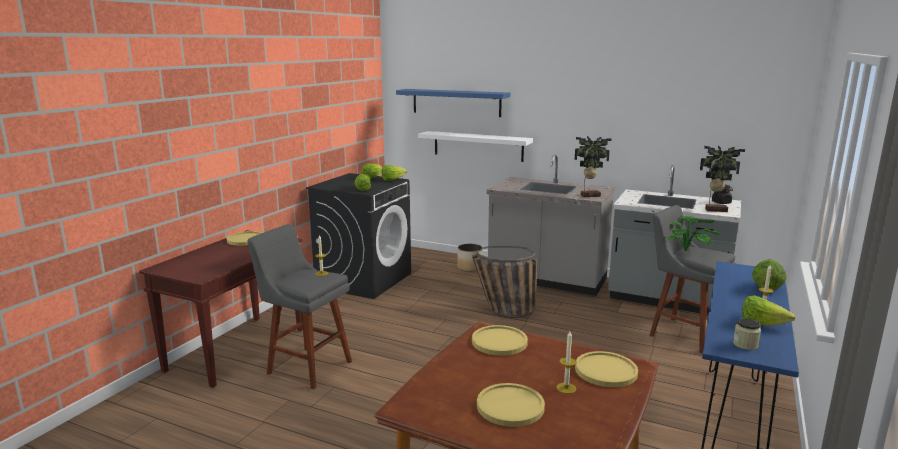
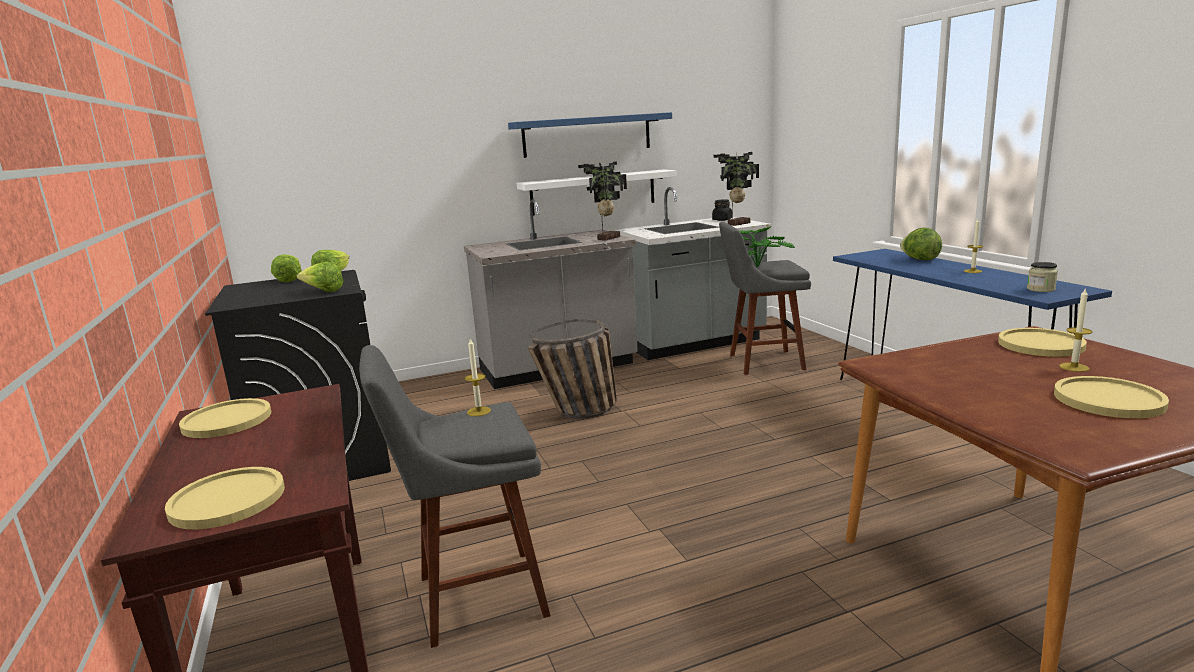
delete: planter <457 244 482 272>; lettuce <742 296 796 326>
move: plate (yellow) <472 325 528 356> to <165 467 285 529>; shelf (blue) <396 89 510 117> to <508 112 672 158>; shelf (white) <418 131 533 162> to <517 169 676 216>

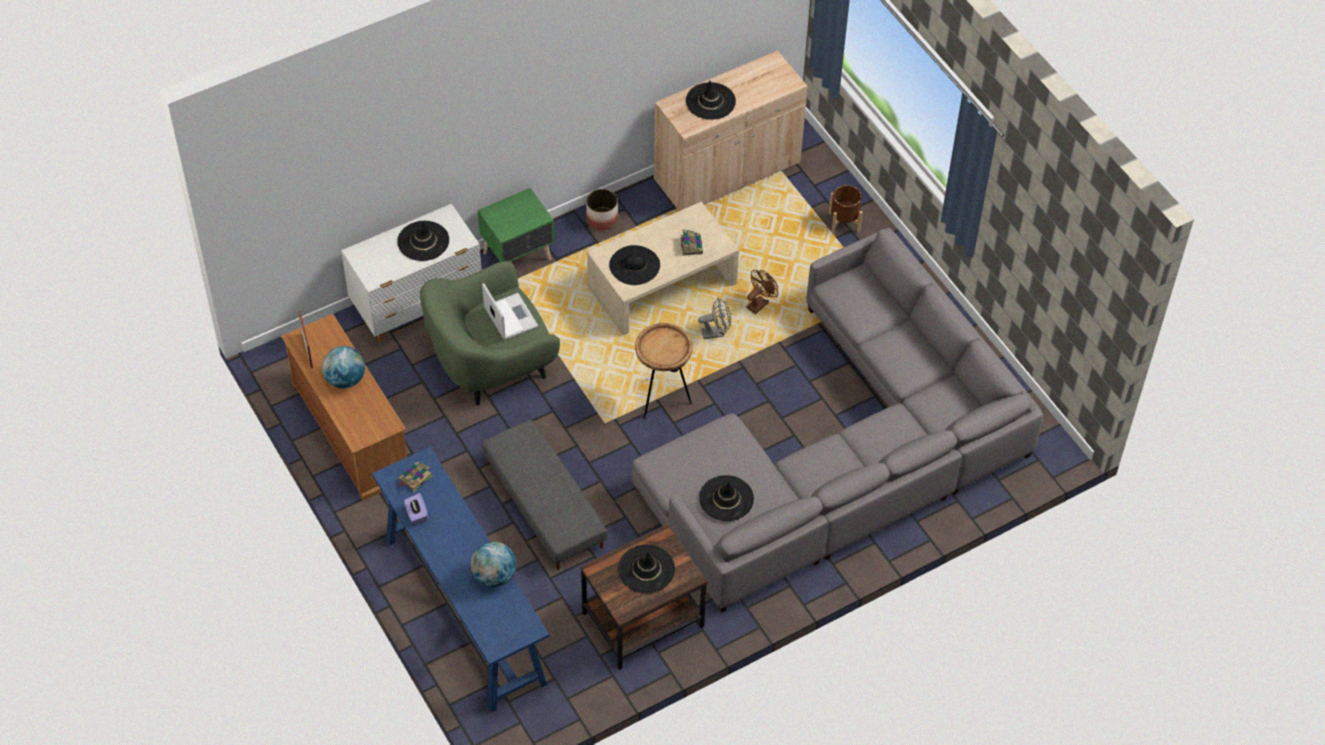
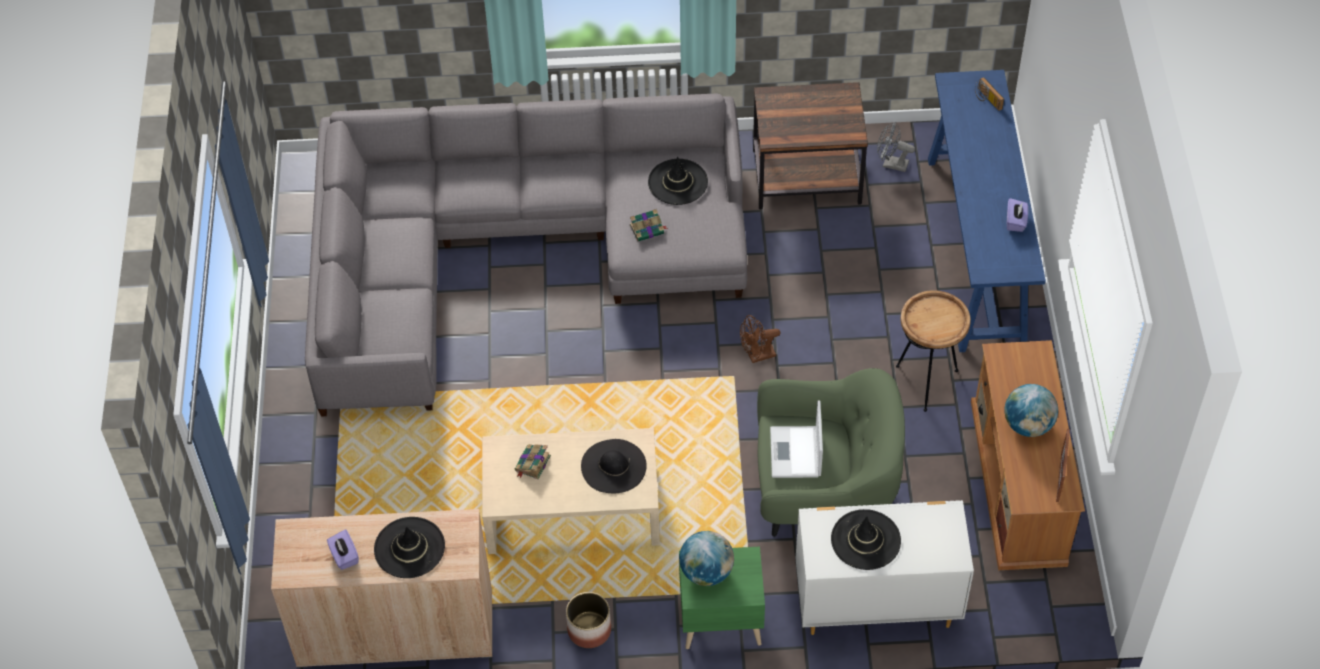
delete: ottoman (grey) <482 420 607 570>; hat (black) <618 544 675 593>; planter (brown) <829 185 862 234>
insert: tissue box (purple) <327 529 359 570>; radio <975 77 1004 111>
move: book <398 462 433 492> to <630 209 668 242>; globe <471 542 517 587> to <679 531 734 586>; fan (brown) <746 270 778 314> to <740 315 780 363>; fan (grey) <698 298 731 339> to <877 122 915 172>; side table (brown) <635 323 693 419> to <896 290 971 412>

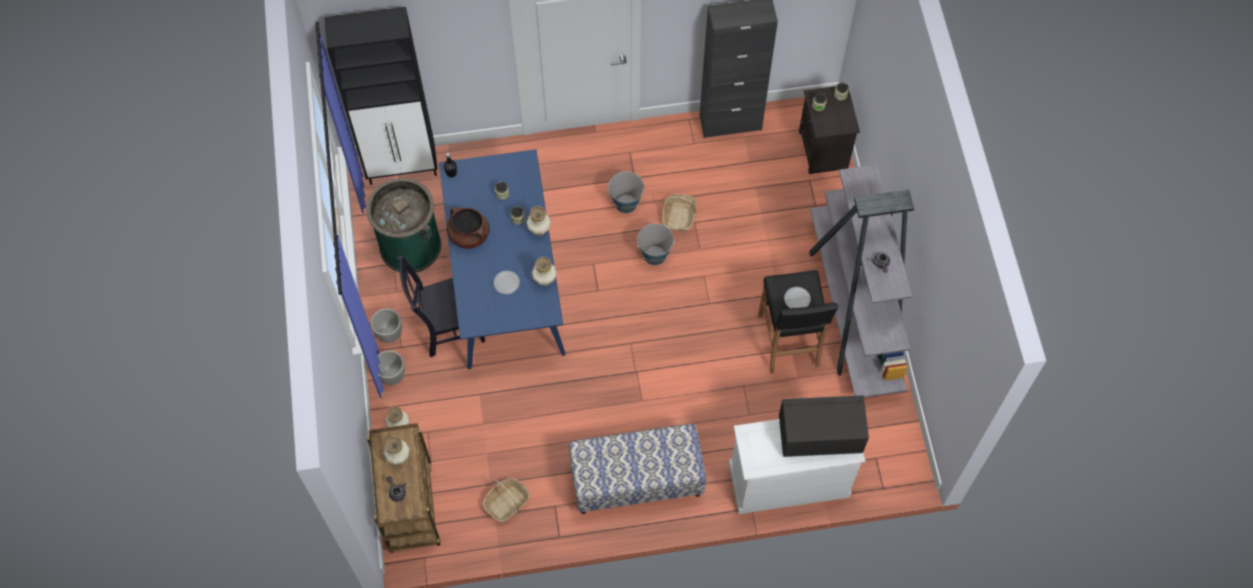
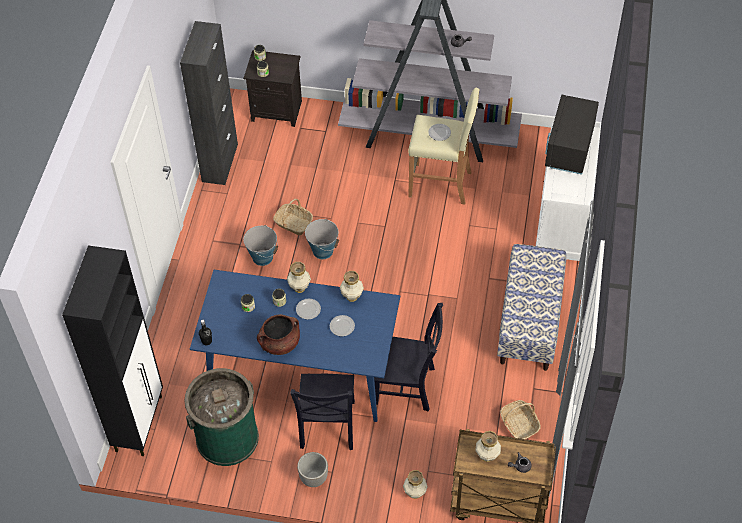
delete: planter <378 350 405 385>
insert: plate <296 299 321 319>; chair (black) <374 303 443 411>
recolor: stool (black) <758 270 838 374> to stool (beige) <408 88 480 205>

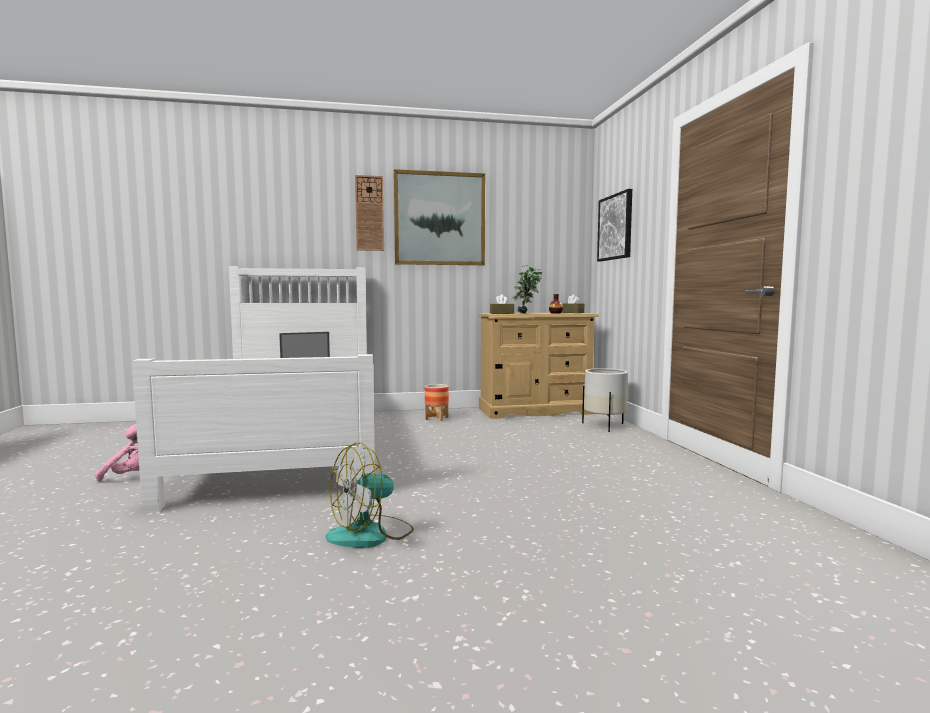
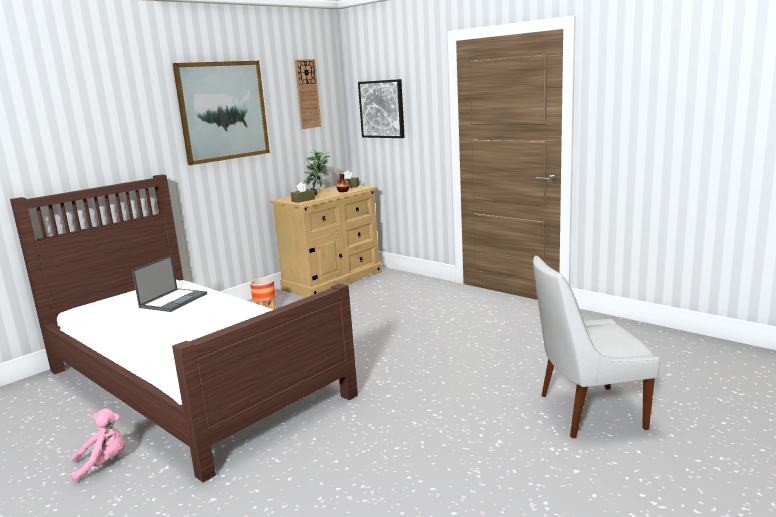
delete: fan <326 442 414 548>; planter (white) <582 368 628 432>
insert: chair (white) <533 255 660 438>
move: wall clock <355 175 384 251> to <295 59 321 129>
recolor: bed (white) <132 266 375 513> to bed (brown) <10 174 358 482>

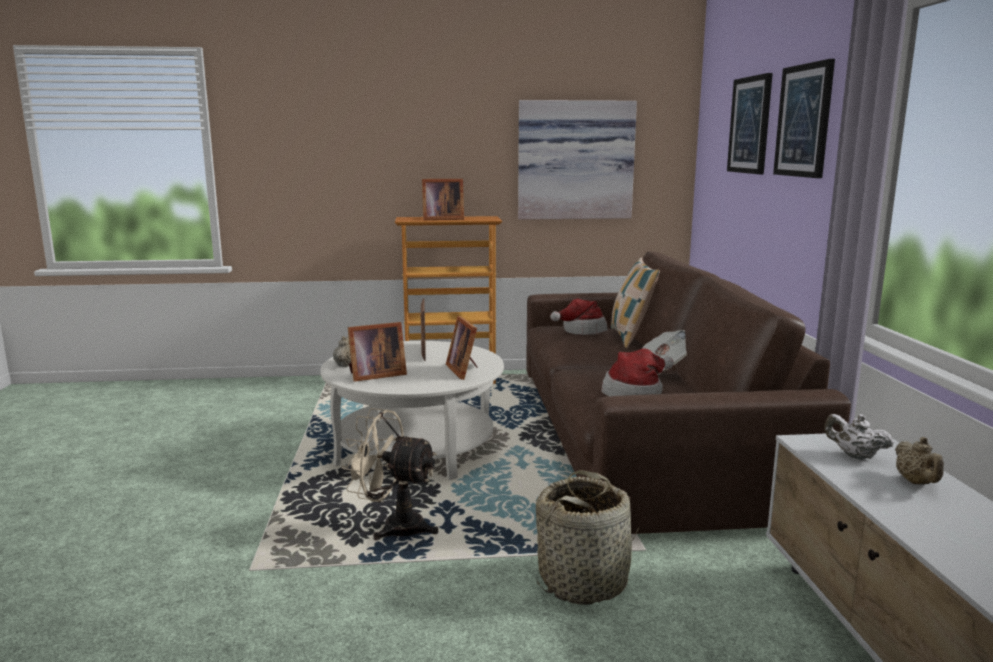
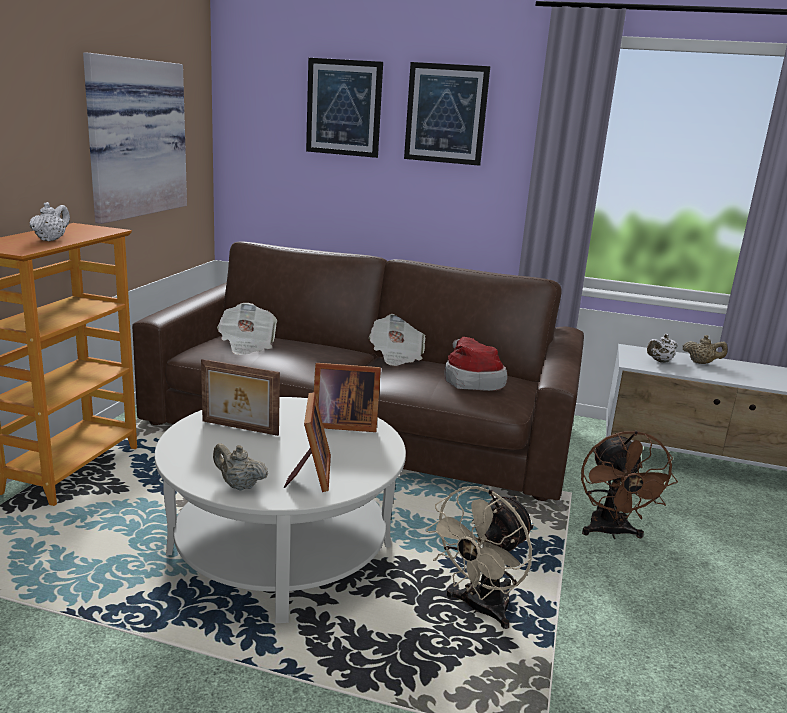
delete: pillow <611 257 660 348>
replace: picture frame <422 179 464 220> to teapot (white) <30 202 70 241>; hat <550 298 607 335> to newspaper <217 303 277 355>; basket <536 470 639 605> to fan (brown) <581 430 678 539>

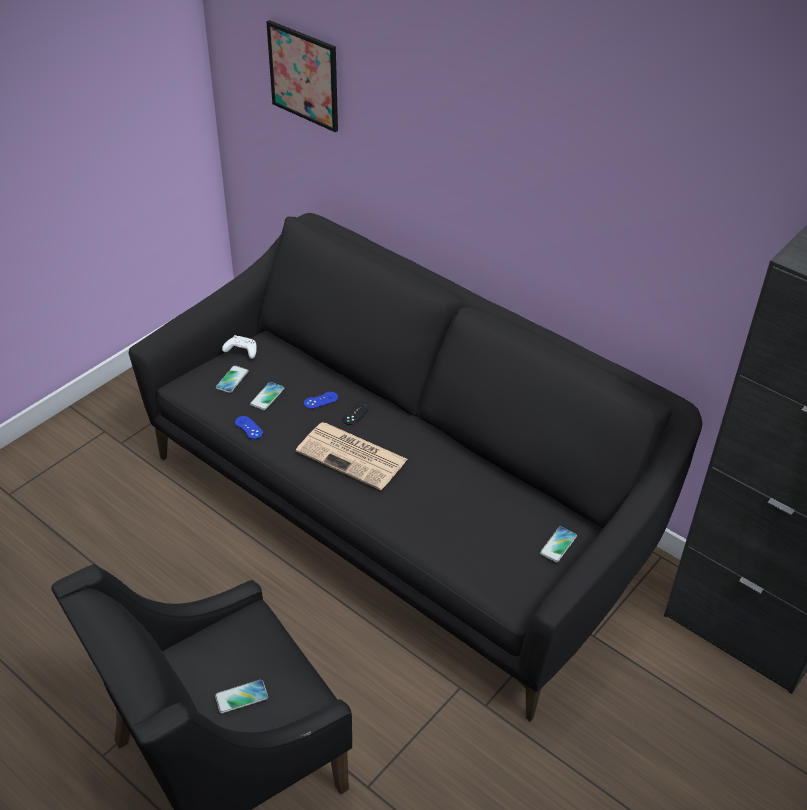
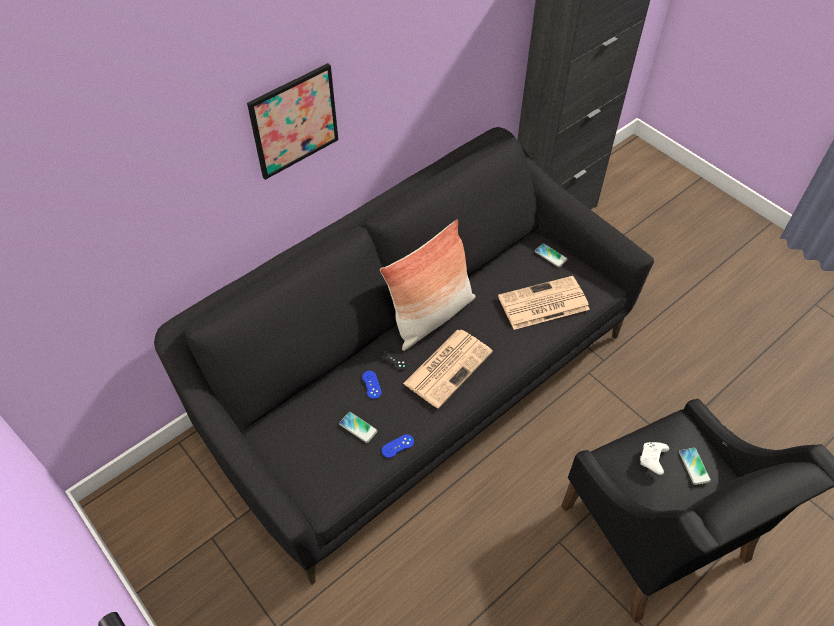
delete: phone <216 365 249 393>
insert: pillow <380 219 476 351>; newspaper <498 276 590 330>
move: picture <266 20 338 132> to <247 63 338 180>; game controller (white) <222 335 257 359> to <640 442 669 475>

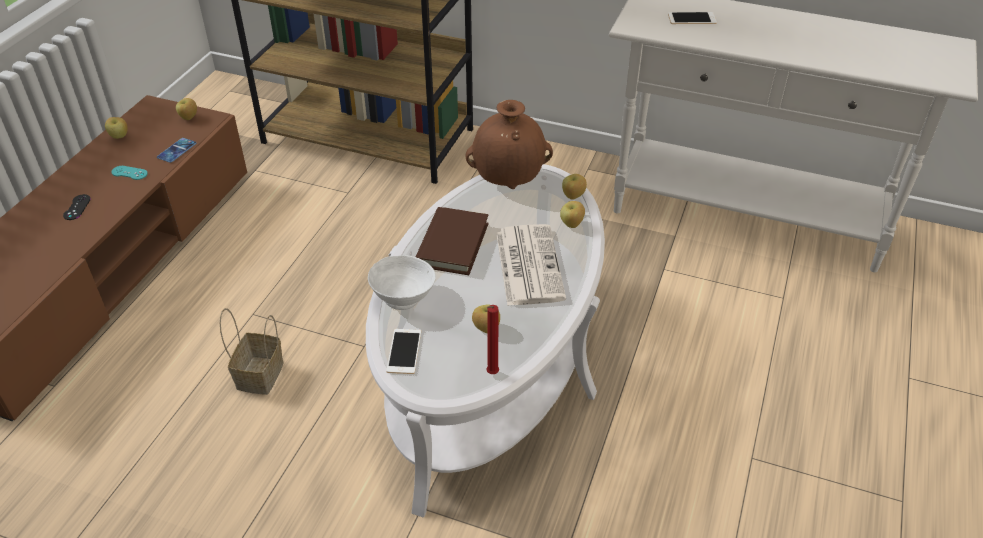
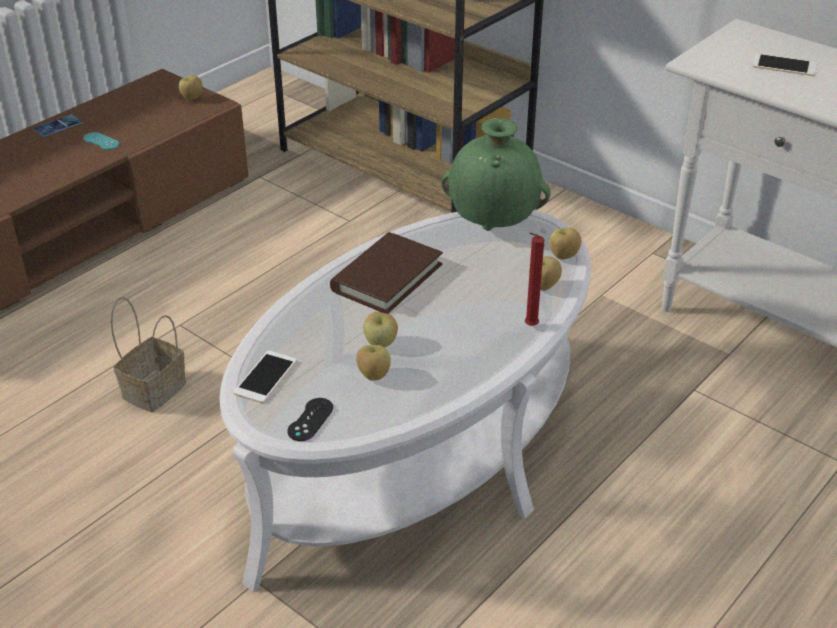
delete: bowl (white) <368 255 436 310>; newspaper <496 224 566 306>
move: phone <157 138 197 163> to <33 114 83 137>; game controller (black) <63 194 91 220> to <287 398 333 441>; apple <105 117 128 139> to <363 312 398 347>; candle (red) <487 305 499 374> to <525 233 544 326>
recolor: vase (brown) <465 100 553 189> to vase (green) <441 118 551 231>

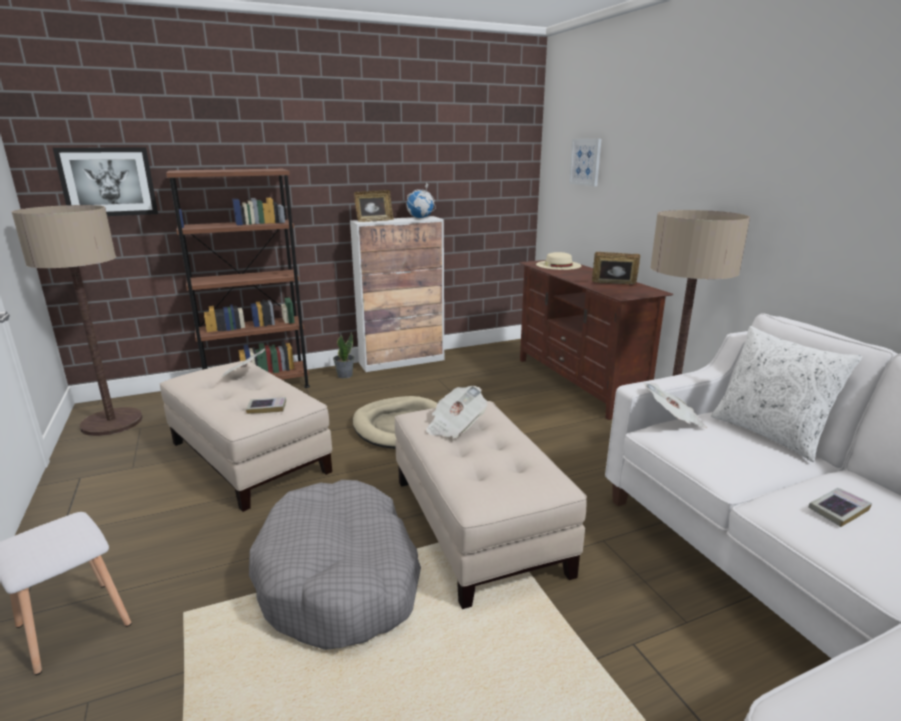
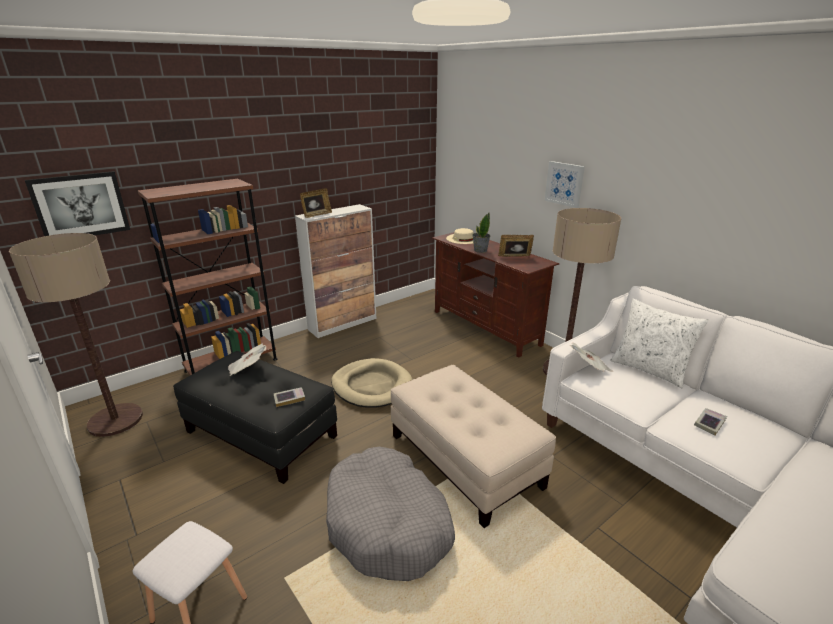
delete: globe <406 182 436 218>; newspaper <426 386 488 438>
move: potted plant <333 333 354 378> to <472 213 491 253>; picture <569 139 601 186> to <545 161 585 208>
recolor: ottoman (beige) <160 361 332 512> to ottoman (black) <173 351 337 484>

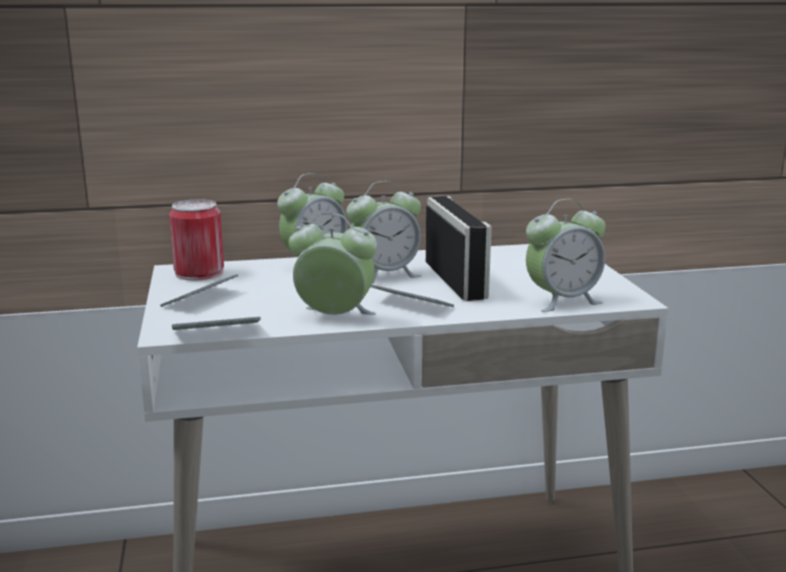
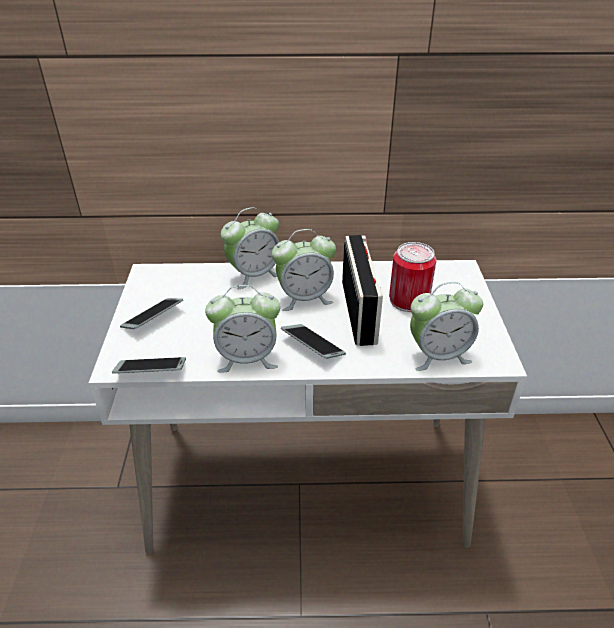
move: can <169 200 224 280> to <389 242 436 312>
rotate: alarm clock <289 213 377 315> = <205 285 280 373> 150 degrees clockwise

